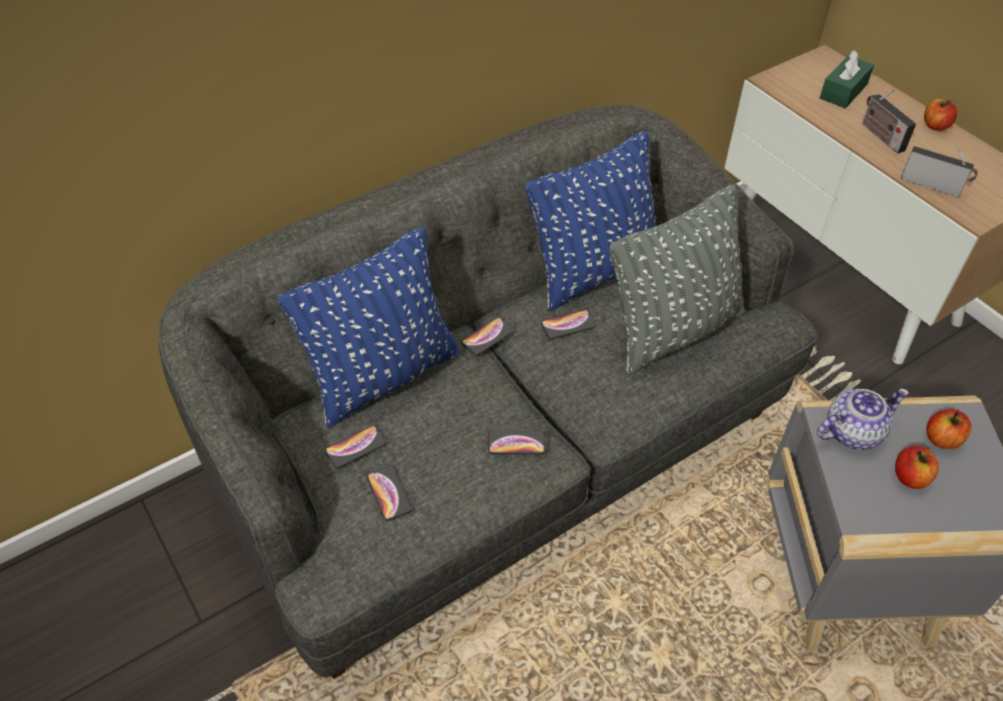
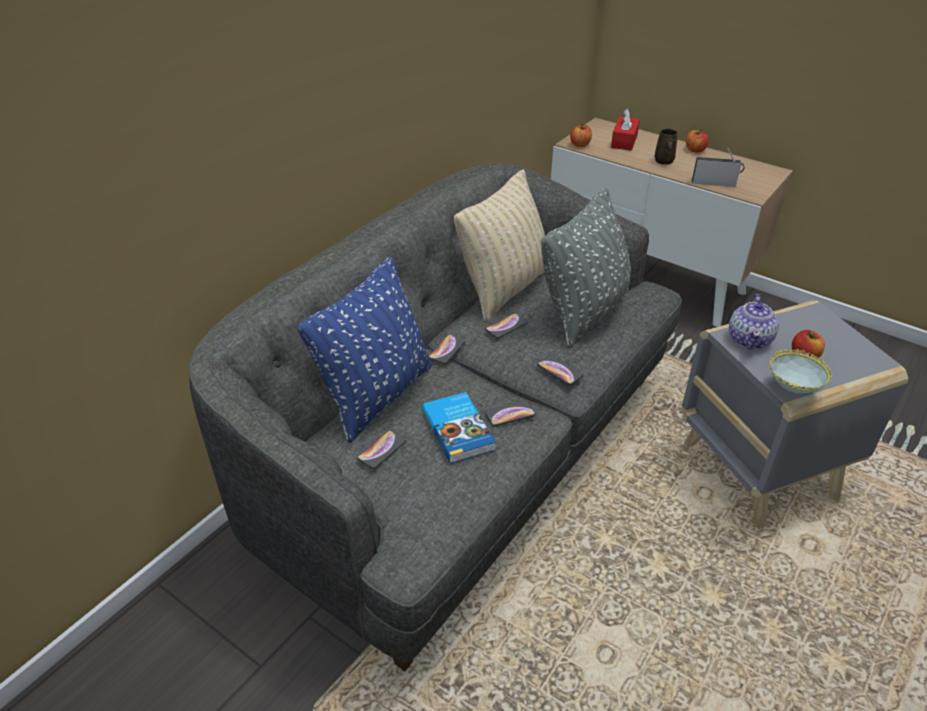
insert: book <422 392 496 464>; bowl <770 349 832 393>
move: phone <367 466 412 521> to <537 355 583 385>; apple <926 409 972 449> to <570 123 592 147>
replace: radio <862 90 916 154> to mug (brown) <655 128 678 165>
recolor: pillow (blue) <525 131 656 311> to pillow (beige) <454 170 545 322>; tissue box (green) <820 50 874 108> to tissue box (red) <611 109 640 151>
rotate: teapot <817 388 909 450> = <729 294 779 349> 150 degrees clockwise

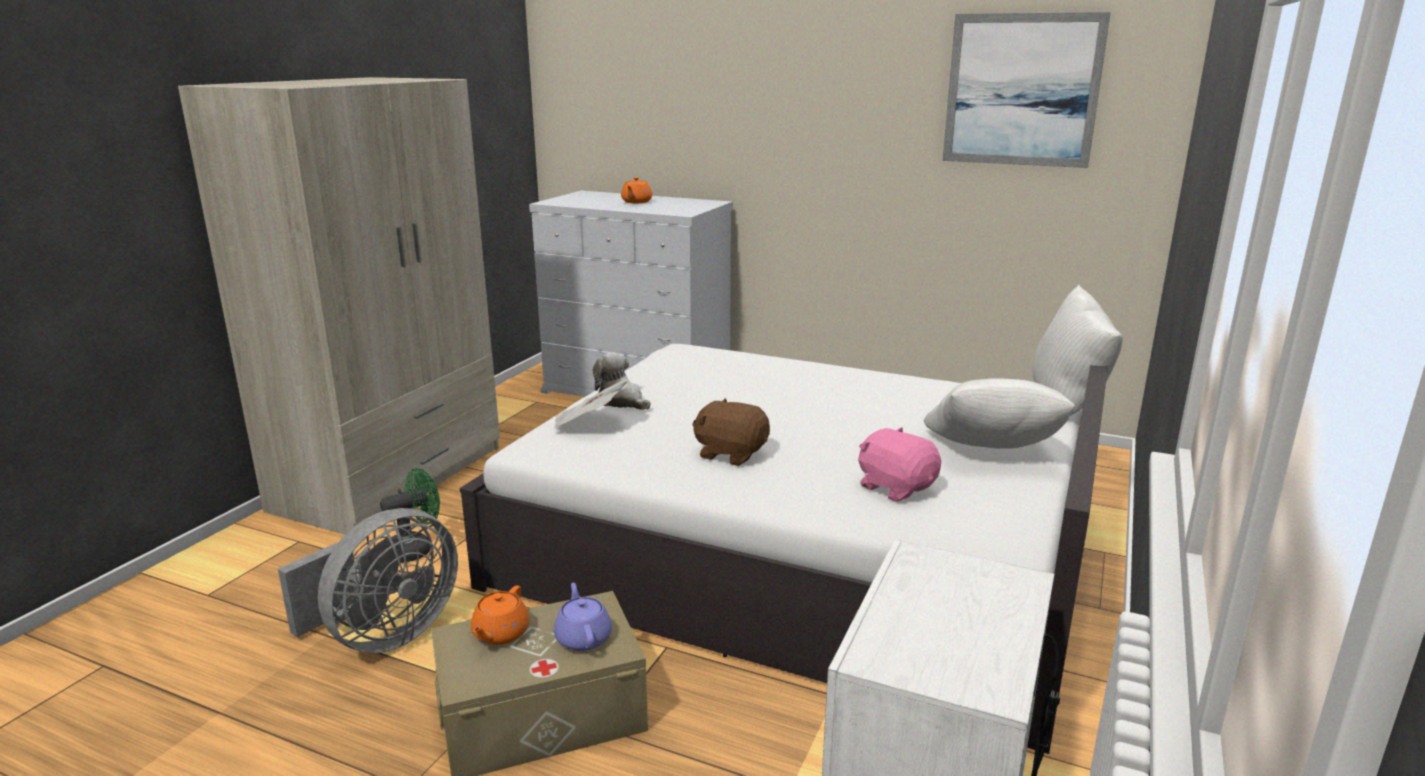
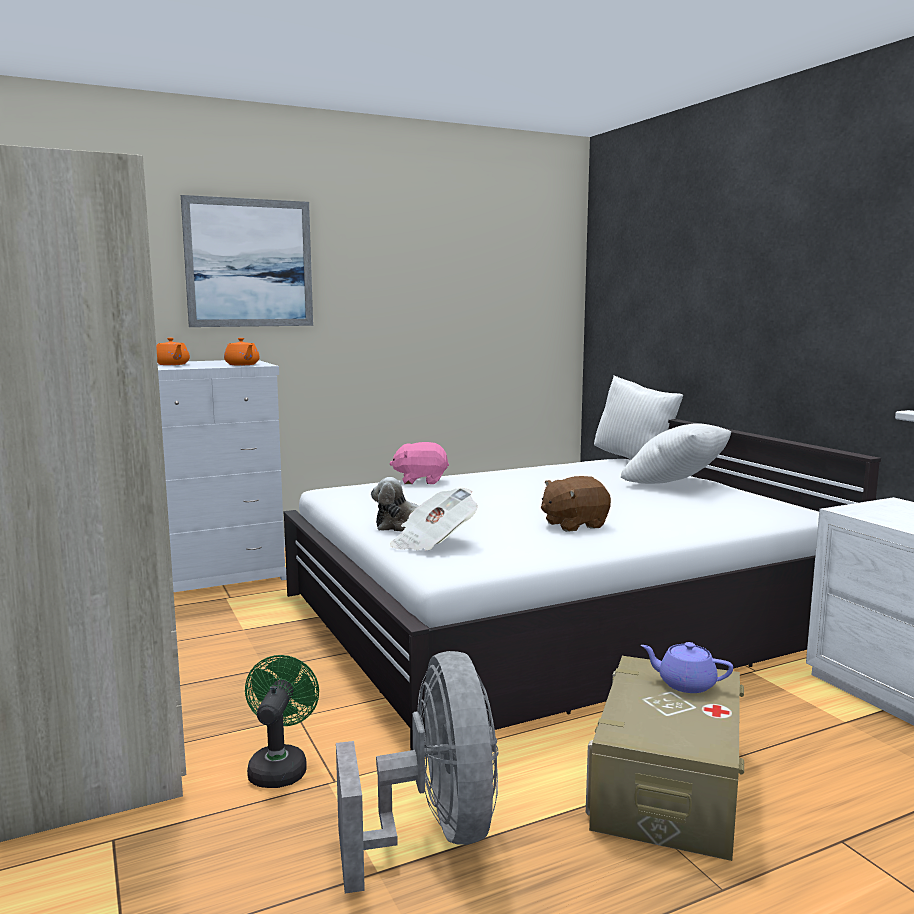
move: picture <942 12 1111 168> to <181 195 313 327>; teapot (orange) <471 585 530 645> to <224 338 260 366>; plush toy (pink) <858 427 941 502> to <389 442 449 484>

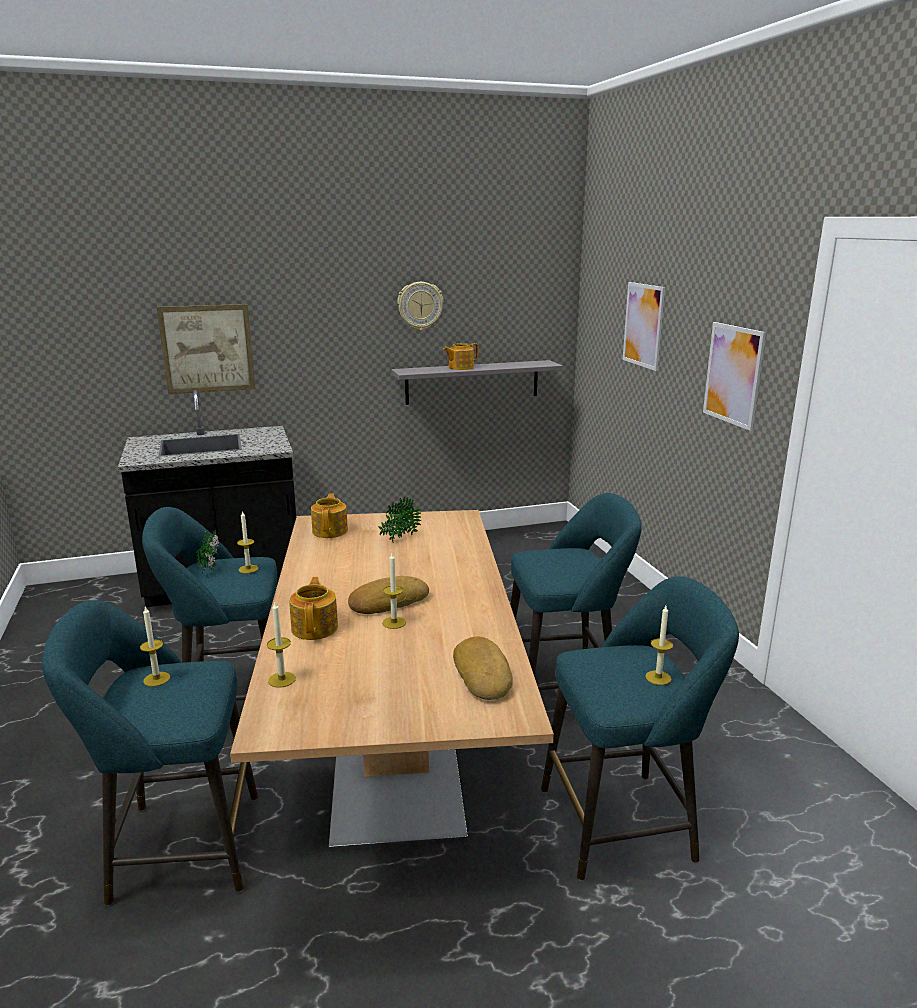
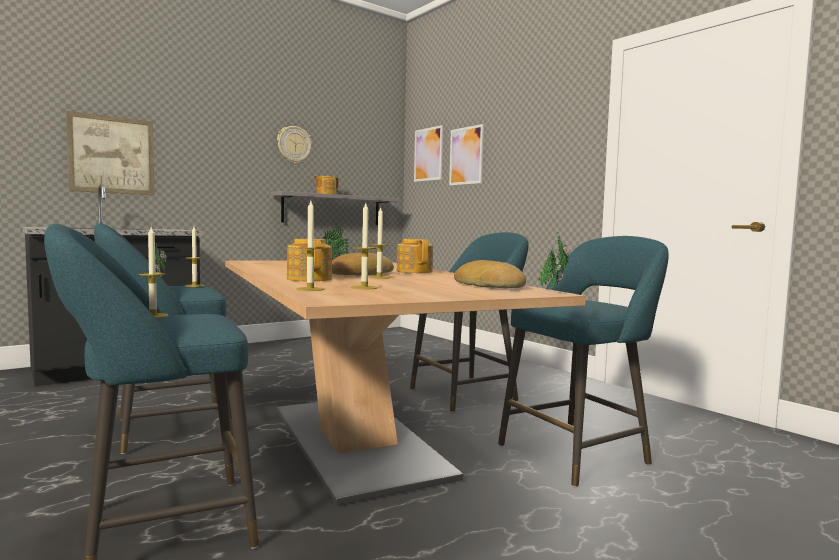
insert: potted plant <537 232 570 290>
move: candle <645 606 673 685> to <351 203 378 289>; teapot <311 493 348 538> to <396 239 433 273>; picture <703 322 766 431> to <414 125 443 182>

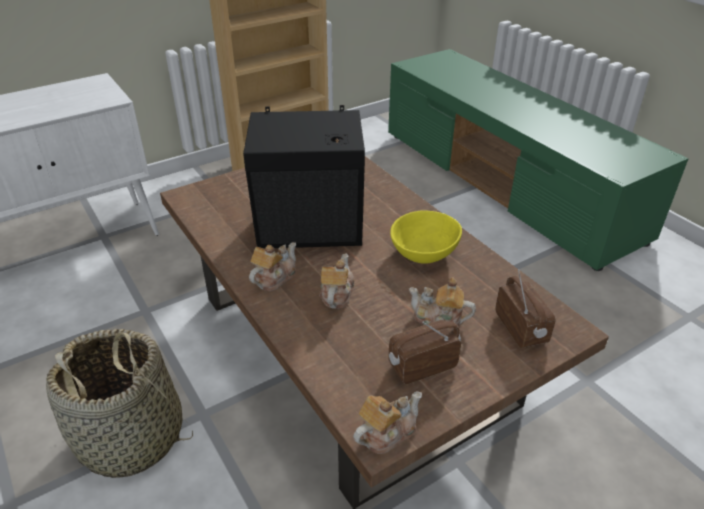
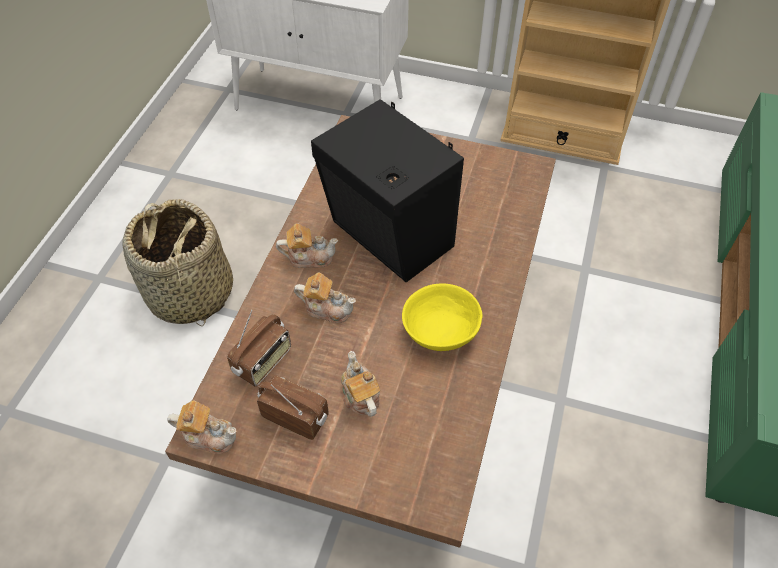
move: radio <495 269 555 348> to <227 310 291 386>
rotate: teapot <319 253 354 309> = <294 272 356 323> 45 degrees clockwise

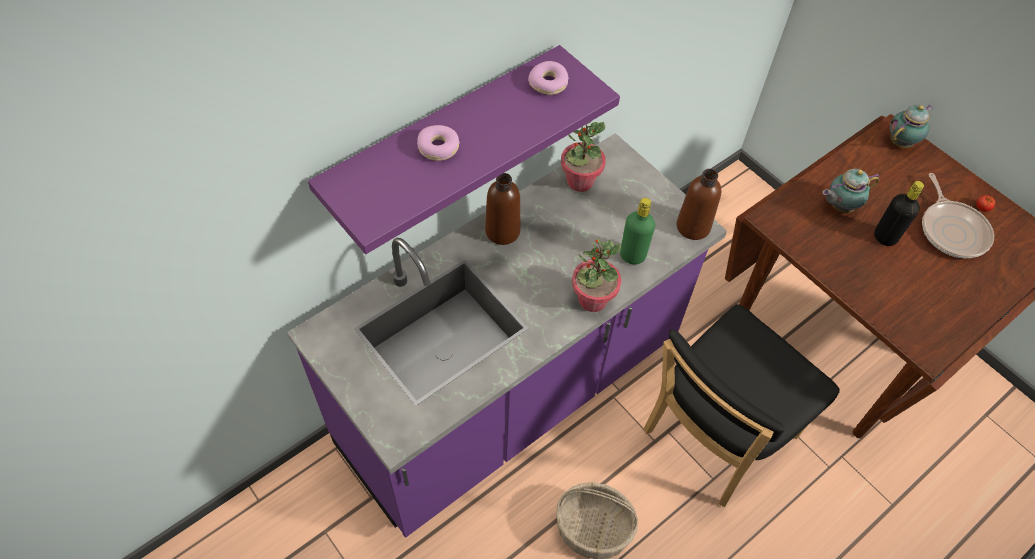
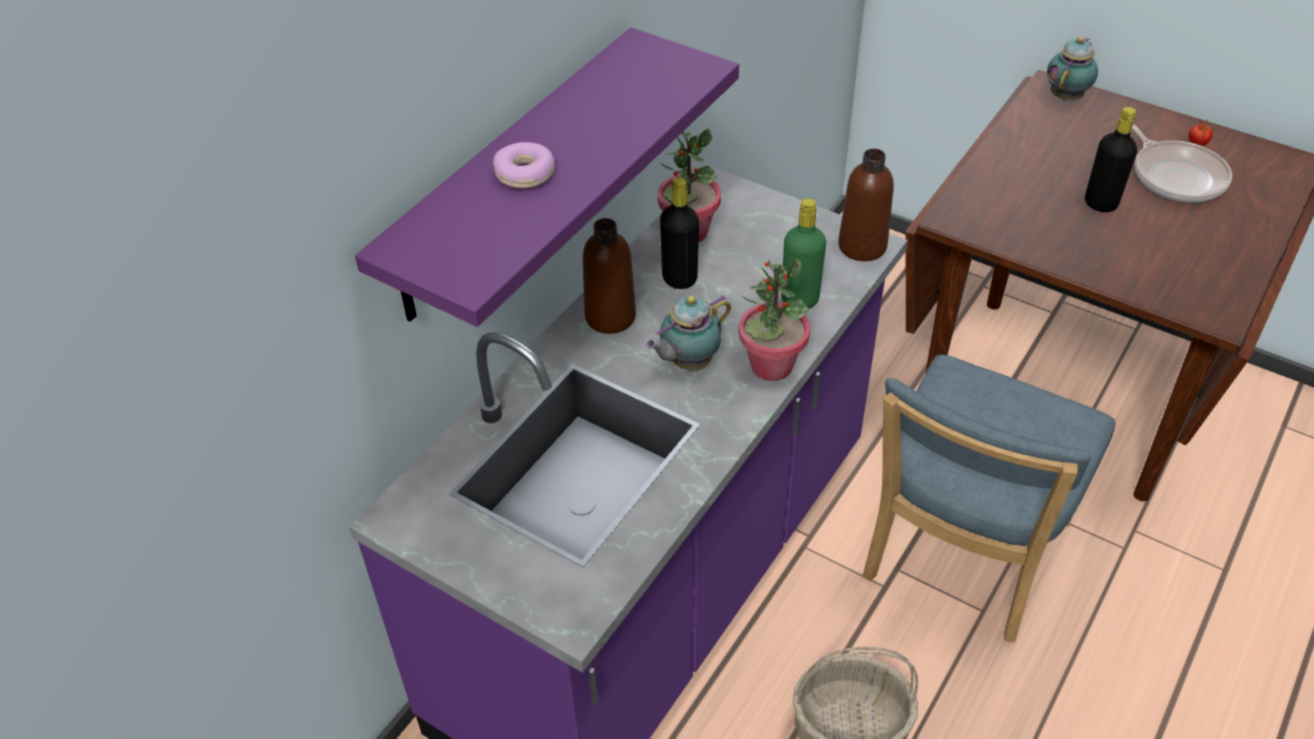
delete: donut <528 61 569 95>
insert: bottle (black) <660 177 699 289>
move: teapot <822 169 880 213> to <646 296 731 369>
recolor: chair (black) <644 304 840 507> to chair (blue) <863 355 1115 642>

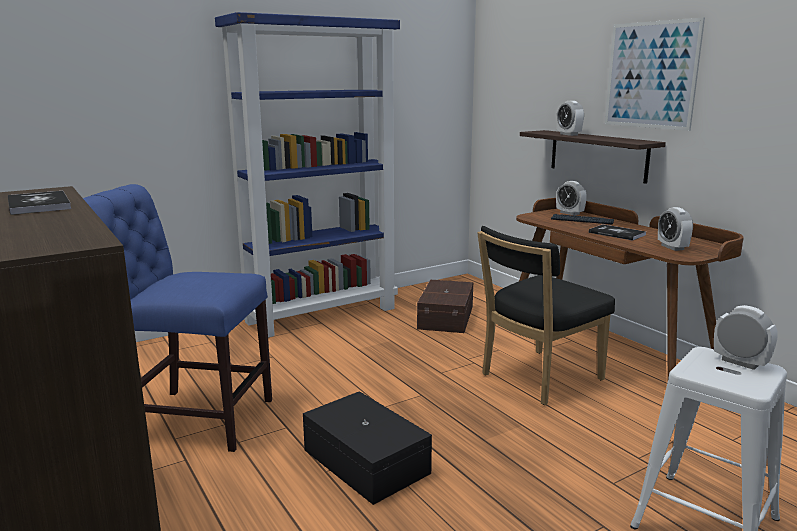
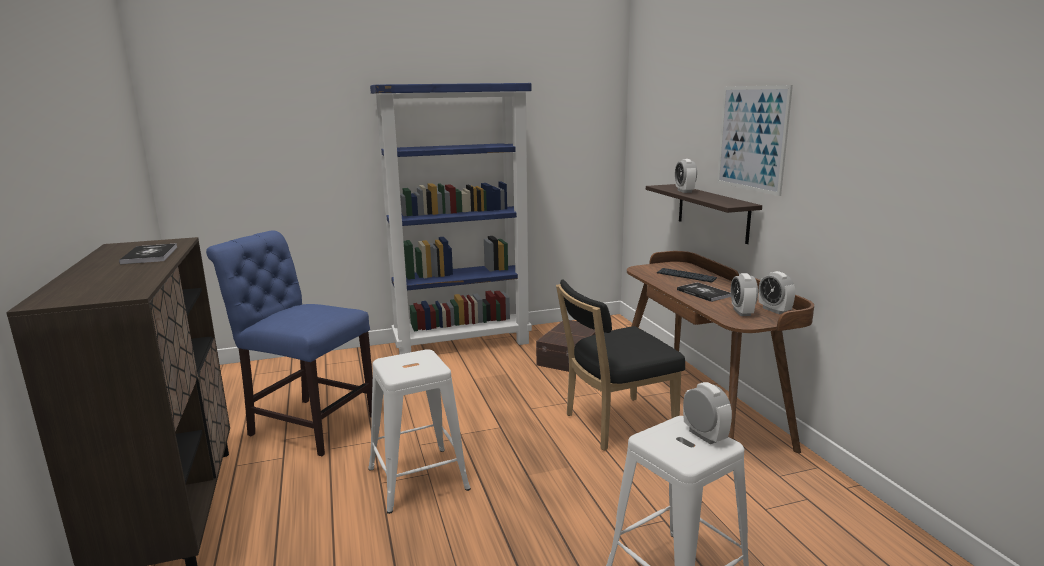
move: alarm clock <556 181 587 216> to <758 271 795 314>
replace: storage box (black) <303 391 432 505> to stool (white) <368 349 471 514>

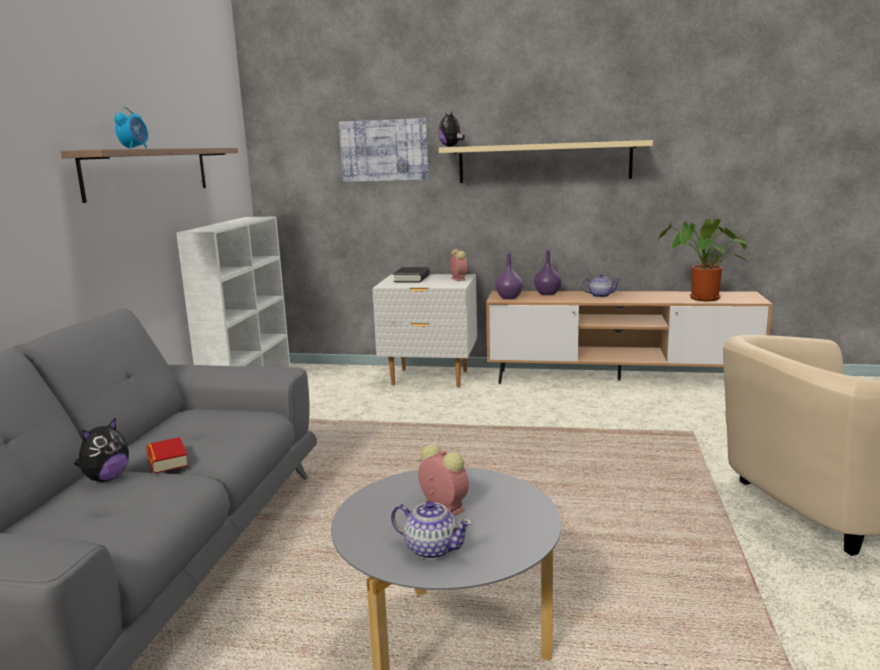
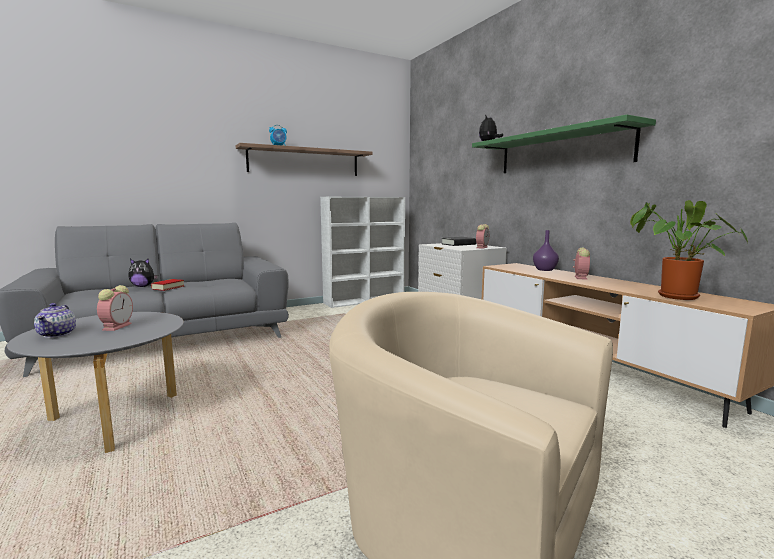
delete: picture <339 118 428 182>; vase (purple) <495 253 523 299>
replace: teapot <582 274 620 298> to alarm clock <573 248 590 280>
recolor: shelf (beige) <439 140 653 183> to shelf (green) <472 114 656 173>

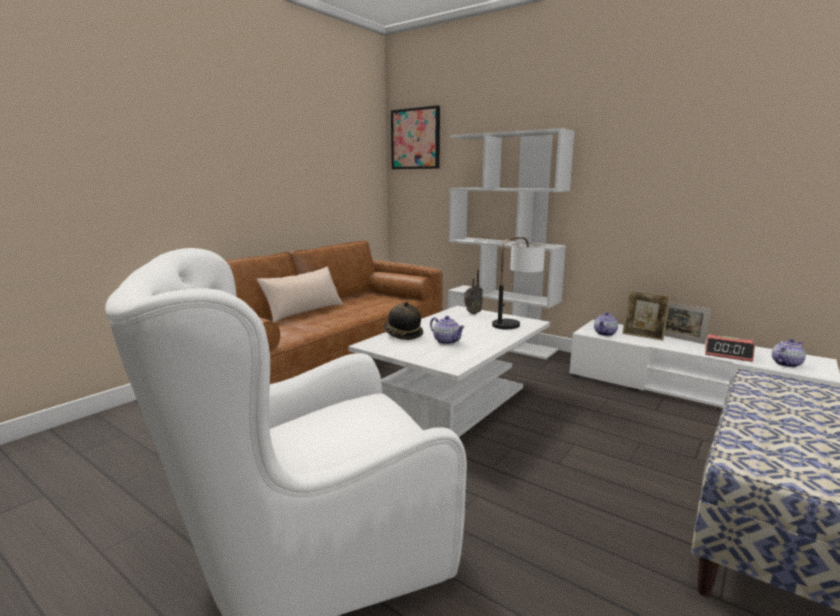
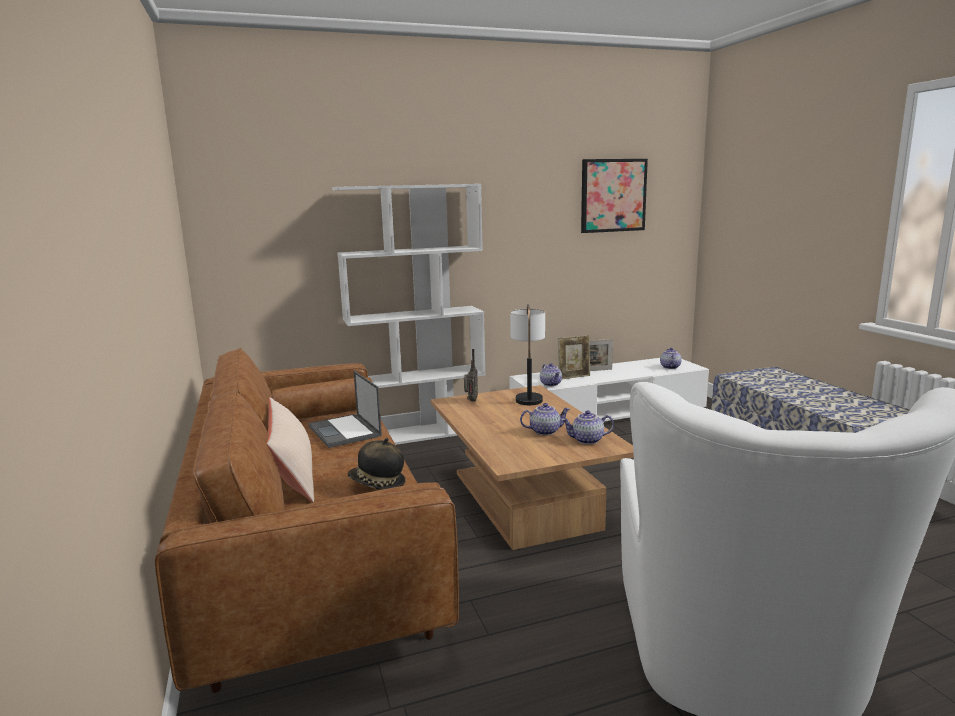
delete: alarm clock <705 334 755 362>
insert: laptop <308 371 382 448>; teapot <561 410 614 445>
move: hat <384 302 423 340> to <347 438 405 490>; picture <391 105 440 169> to <581 159 648 233>
recolor: coffee table (white) <348 306 550 437> to coffee table (brown) <431 385 634 550>

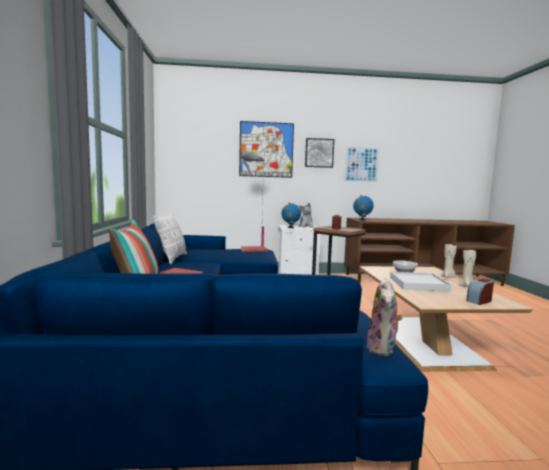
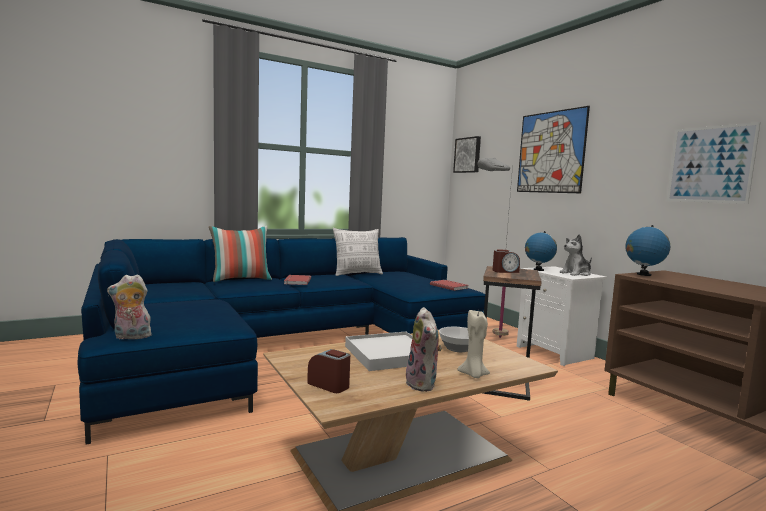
move: picture <305 138 334 168> to <453 136 481 173>
replace: candle (beige) <459 250 476 287> to plush toy <406 307 442 392>

